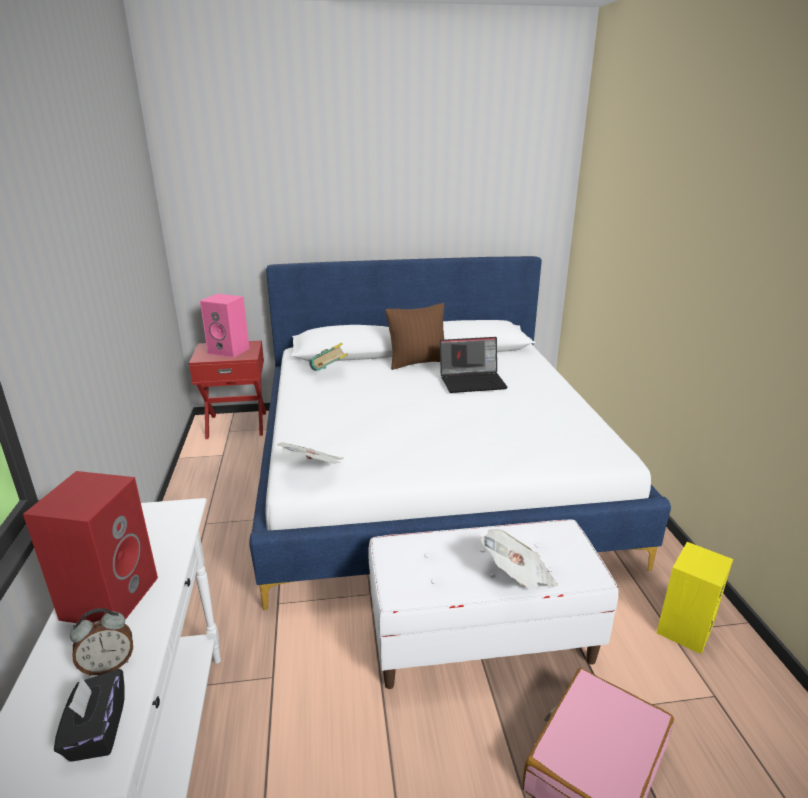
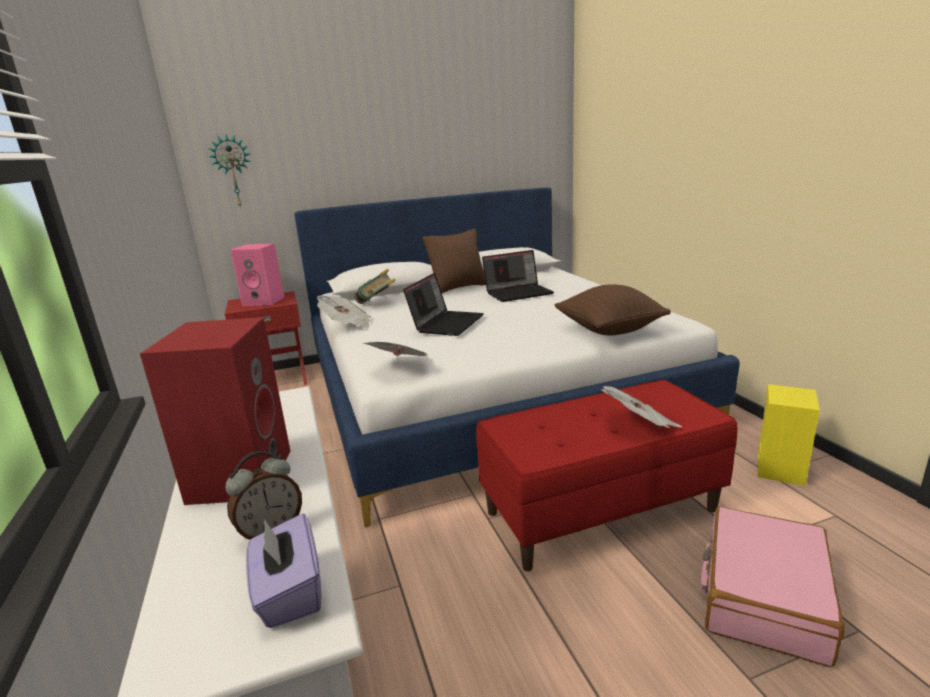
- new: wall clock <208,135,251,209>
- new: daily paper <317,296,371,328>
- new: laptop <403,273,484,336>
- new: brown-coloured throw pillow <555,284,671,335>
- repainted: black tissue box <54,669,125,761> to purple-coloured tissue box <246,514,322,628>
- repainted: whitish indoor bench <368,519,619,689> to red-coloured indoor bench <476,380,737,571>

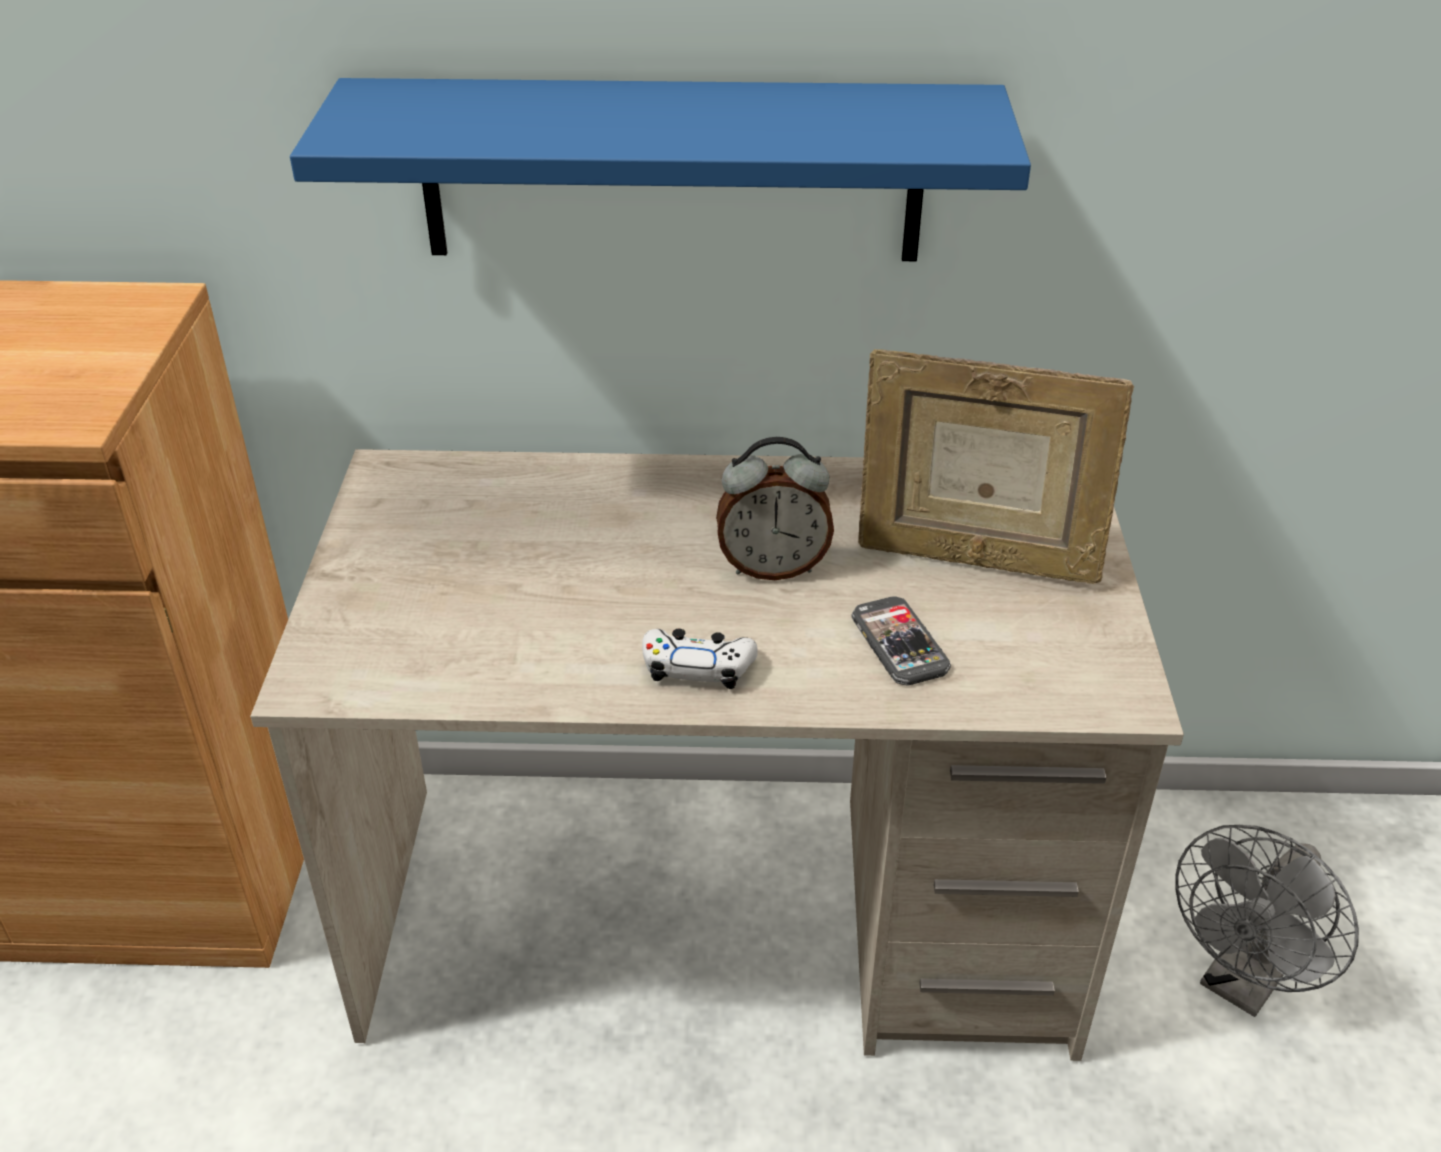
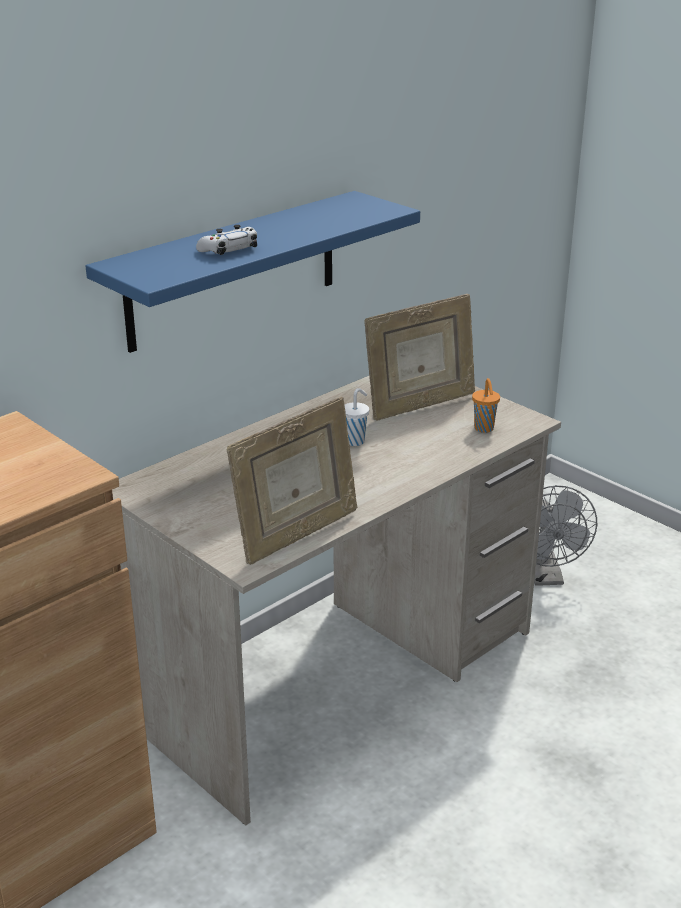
- gone: phone <851,596,951,685>
- new: photo frame <227,396,357,565>
- new: orange-coloured drinking cup <472,378,500,433>
- shifted: whitish joypad <642,629,758,689> to <196,225,257,255>
- swapped: table clock <716,437,834,580> to whitish drinking cup <344,388,369,446>

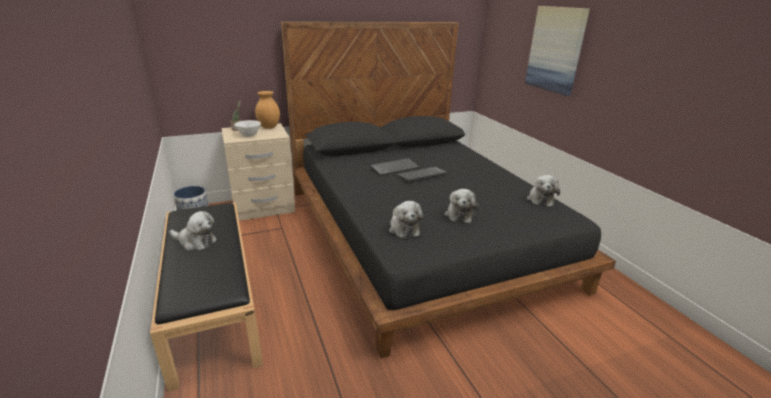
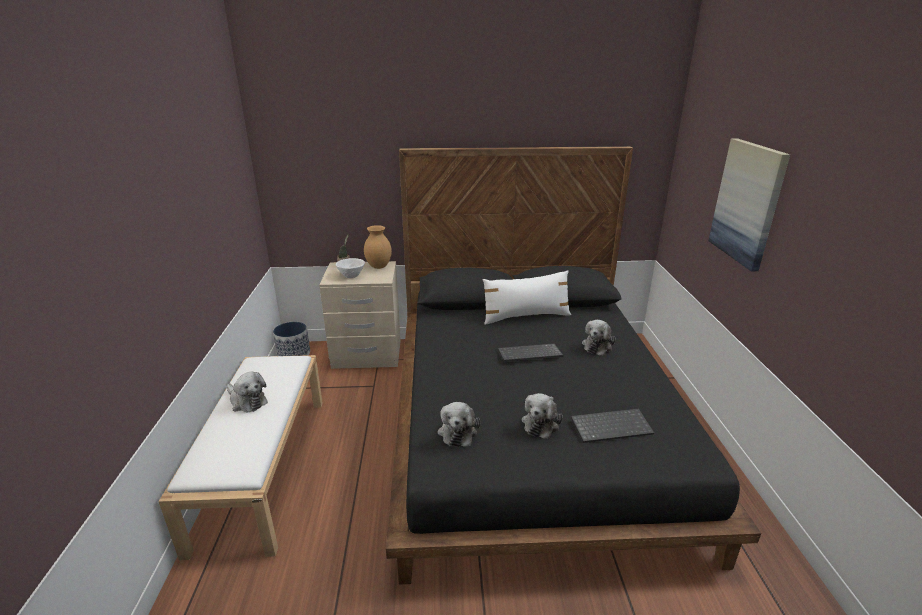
- new: whitish throw pillow <483,270,571,325>
- shifted: computer keyboard <370,158,420,176> to <571,409,654,443>
- shifted: soft toy <527,175,560,207> to <582,320,616,356>
- repainted: black indoor bench <150,203,263,392> to whitish indoor bench <158,355,323,560>

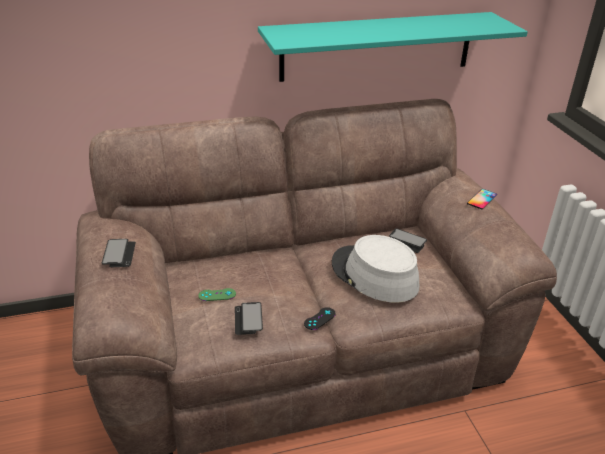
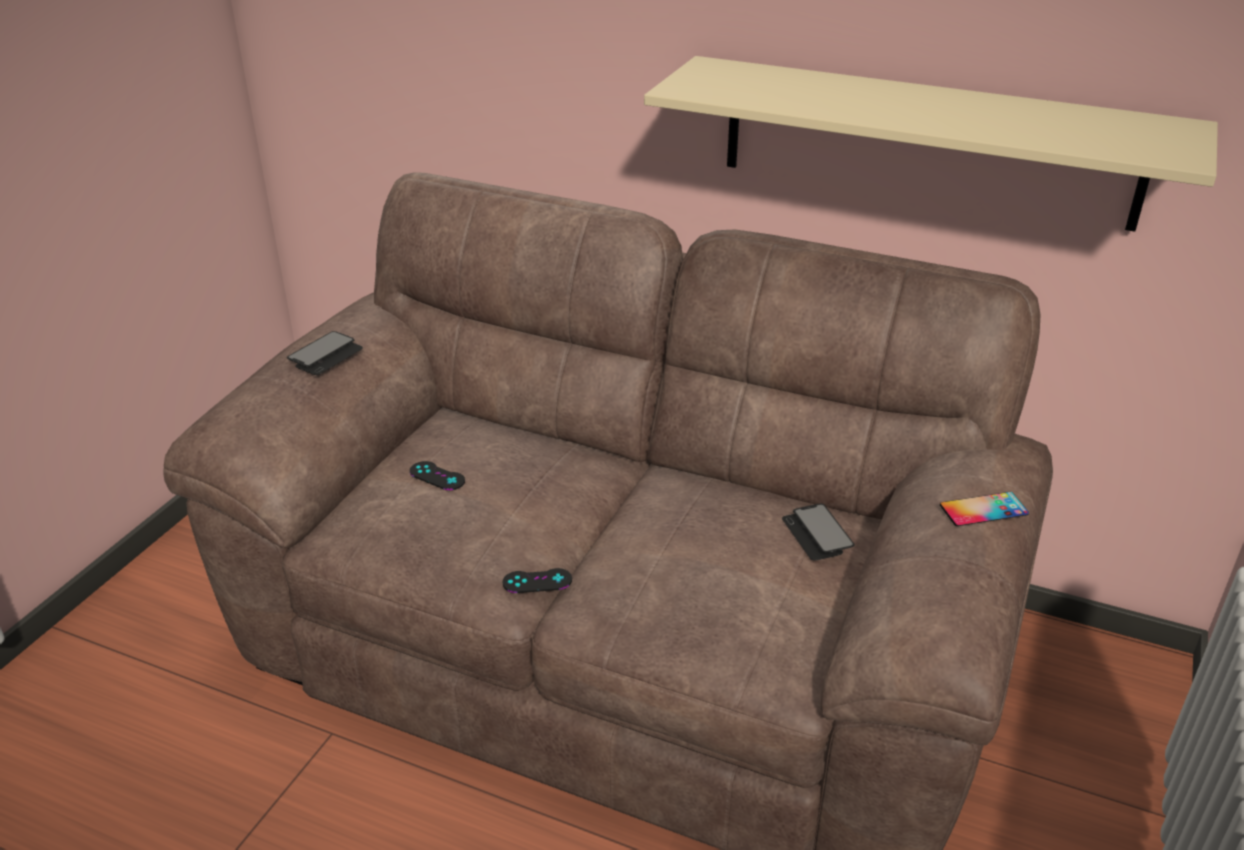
- gone: phone <235,302,263,335>
- gone: greyish wearable hat <332,235,419,303>
- repainted: green joypad <198,288,236,301> to black joypad <410,461,465,490>
- repainted: blue-green shelf <258,12,528,82> to beige-coloured shelf <644,56,1218,232>

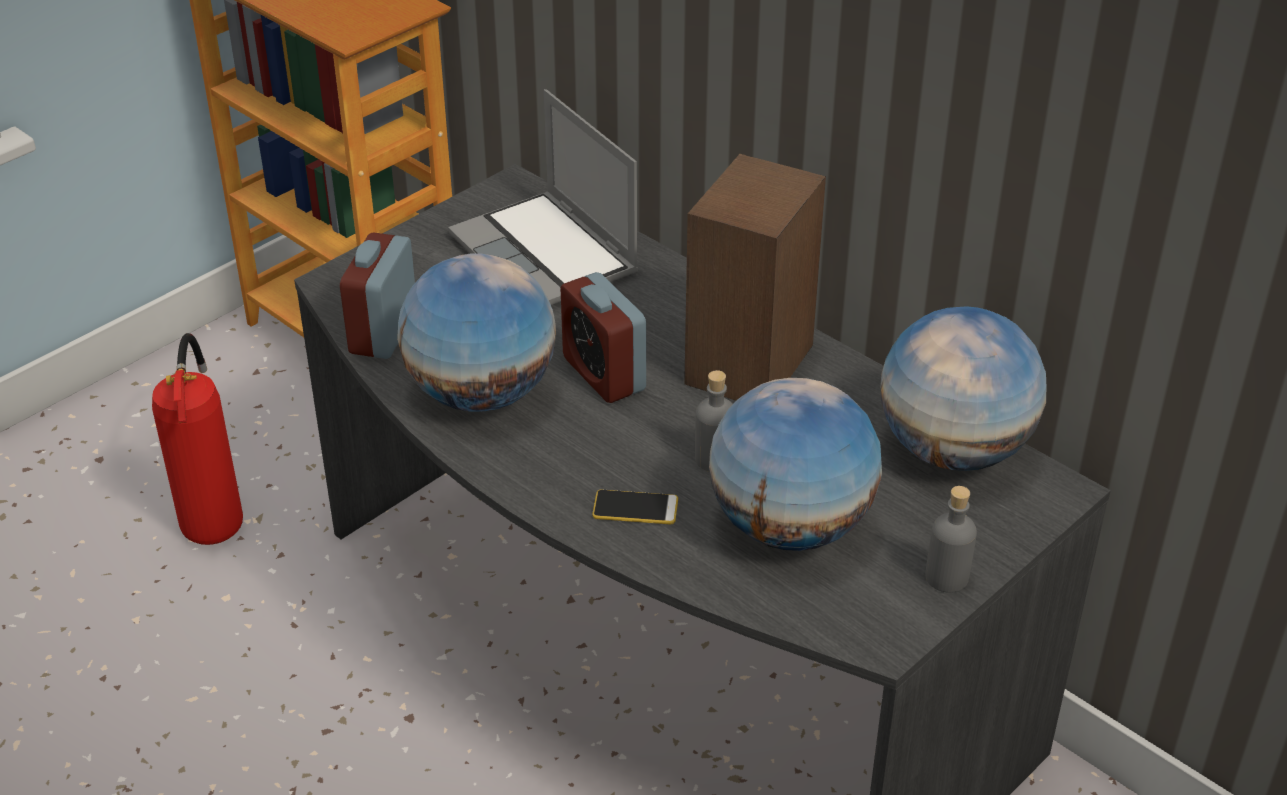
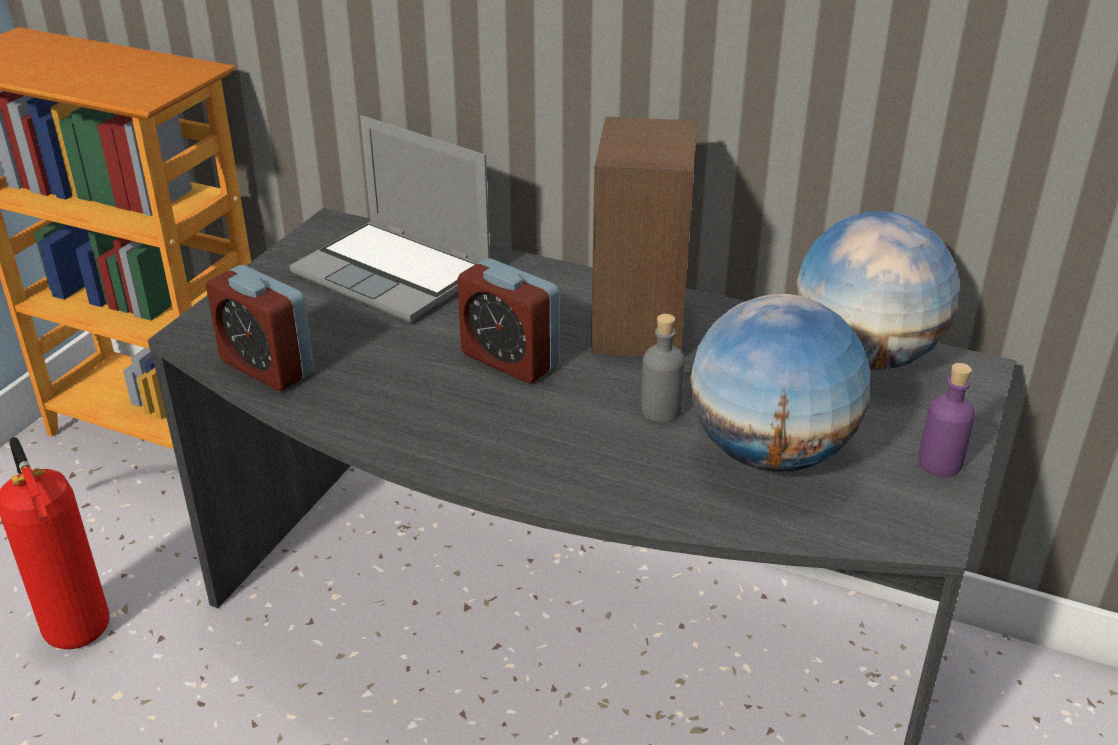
- gone: desk globe <397,254,556,411>
- gone: phone <592,489,678,524>
- repainted: greyish bottle <925,486,977,593> to purple-coloured bottle <918,363,975,477>
- rotated: table clock <340,232,415,359> = <206,265,314,391> 45 degrees counterclockwise

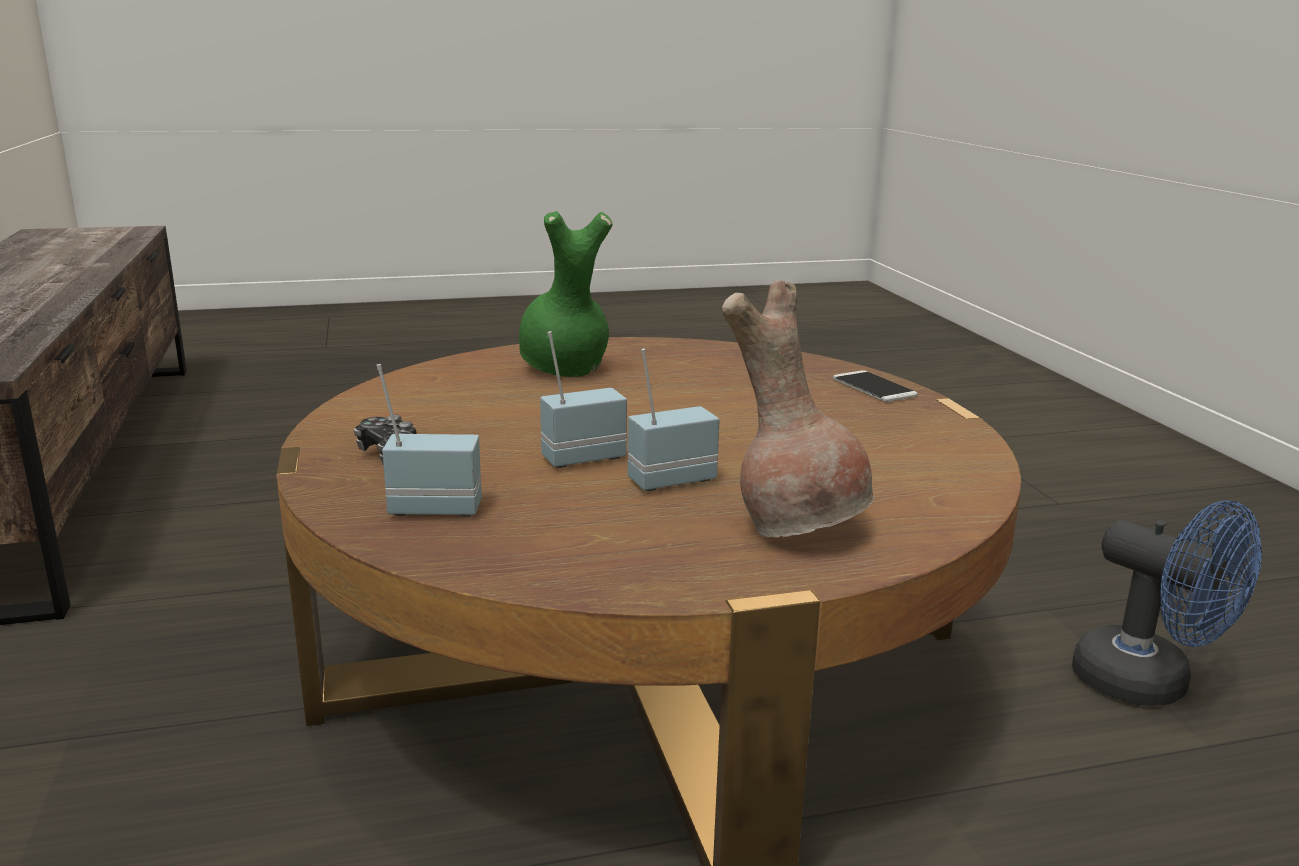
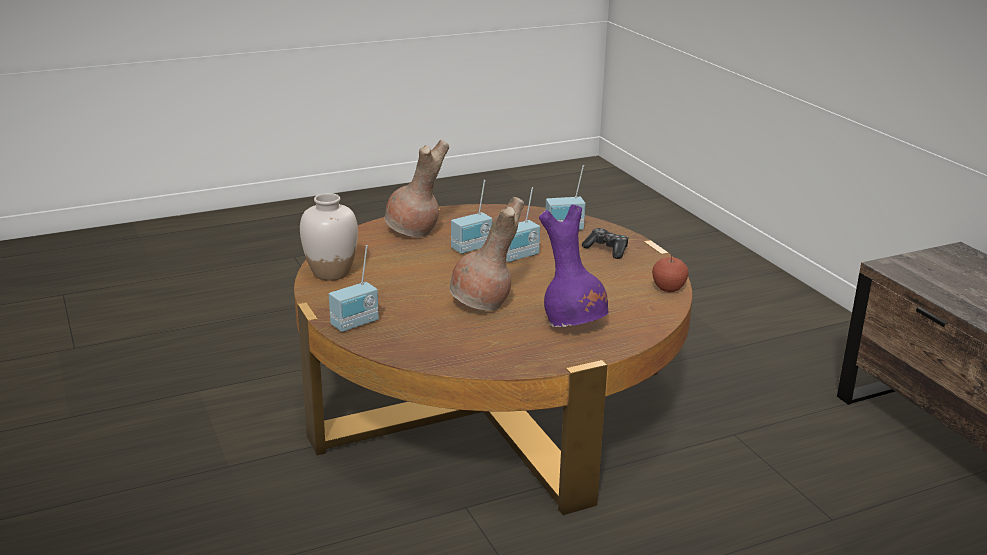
- gone: bluish fan <1072,500,1262,706>
- new: whitish flower vase <300,193,358,281>
- new: brown-coloured flower vase <449,197,524,311>
- new: apple fruit <652,255,689,292>
- swapped: phone <833,370,918,402> to radio <329,245,379,332>
- repainted: green flower vase <519,211,613,377> to purple-coloured flower vase <539,205,609,327>

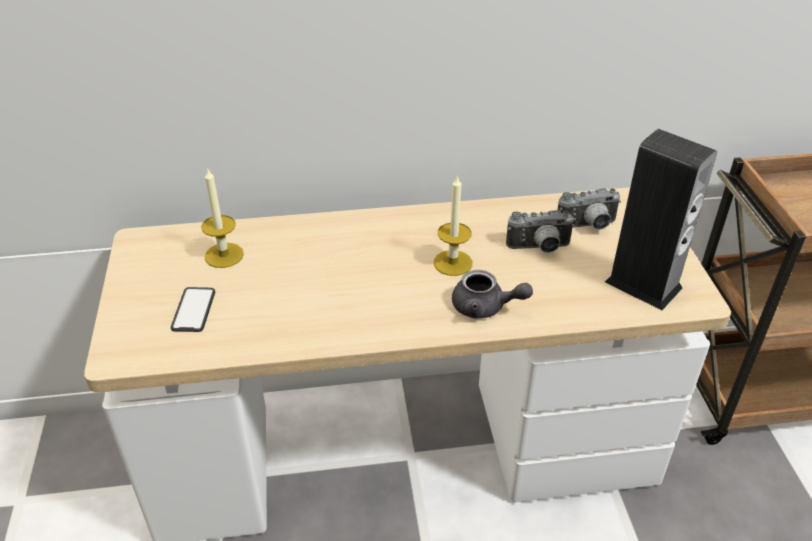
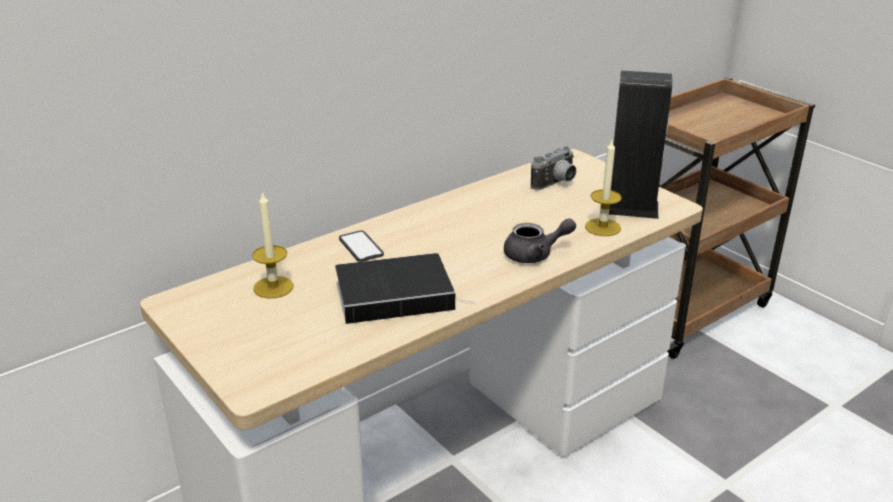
- gone: photo camera <506,210,575,253>
- new: bound book <335,253,475,324>
- shifted: phone <171,287,215,332> to <339,230,384,262>
- shifted: candle <434,175,472,276> to <585,140,622,236>

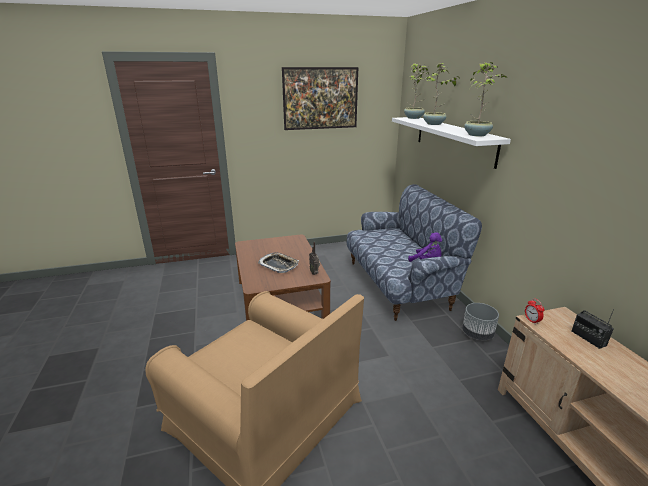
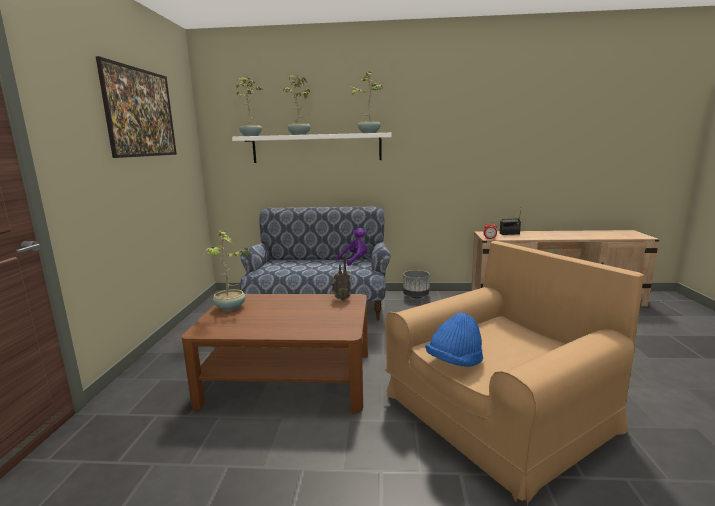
- gone: tray <258,252,299,273>
- new: plant in a pot <203,230,249,311>
- new: bluish wearable hat <425,312,483,367>

